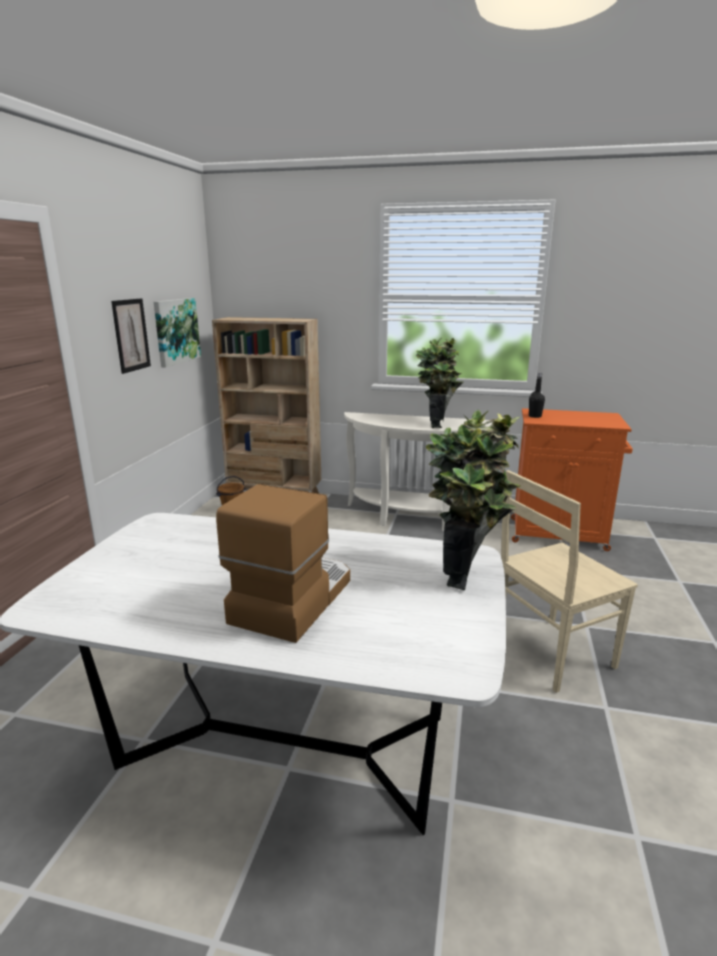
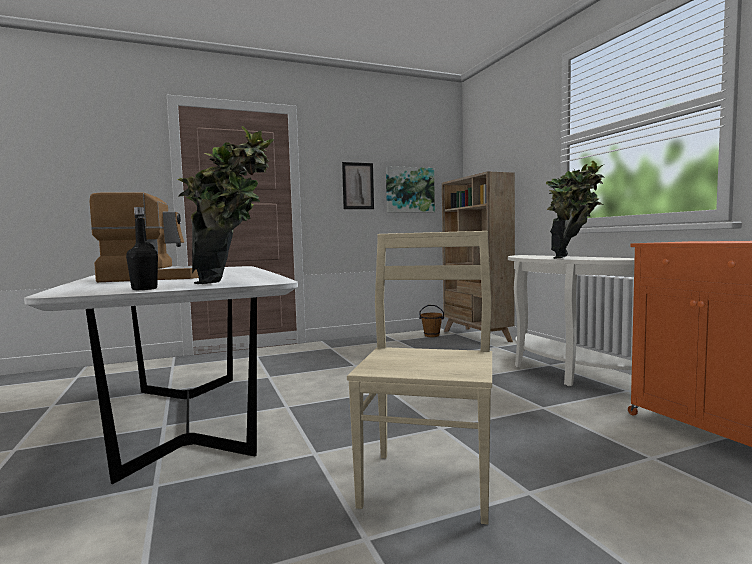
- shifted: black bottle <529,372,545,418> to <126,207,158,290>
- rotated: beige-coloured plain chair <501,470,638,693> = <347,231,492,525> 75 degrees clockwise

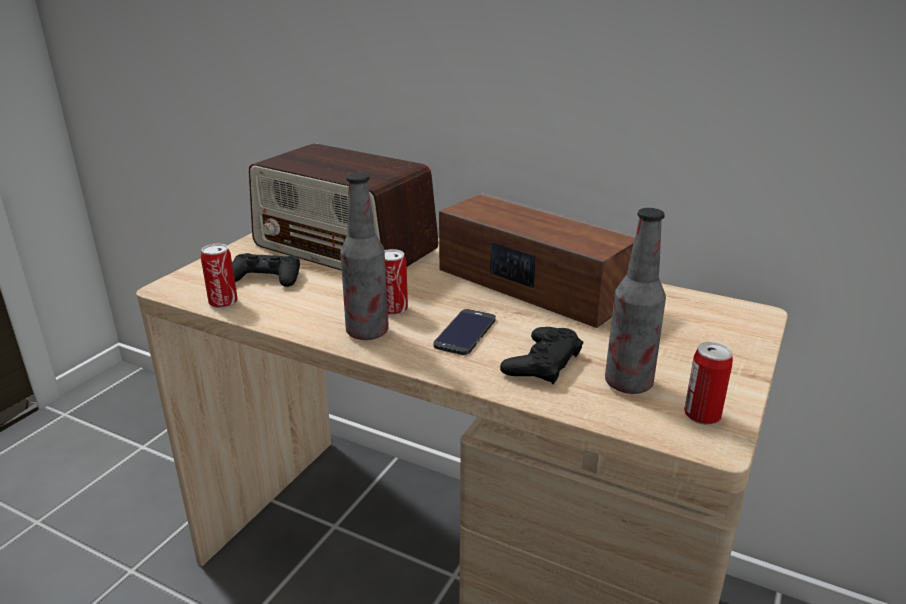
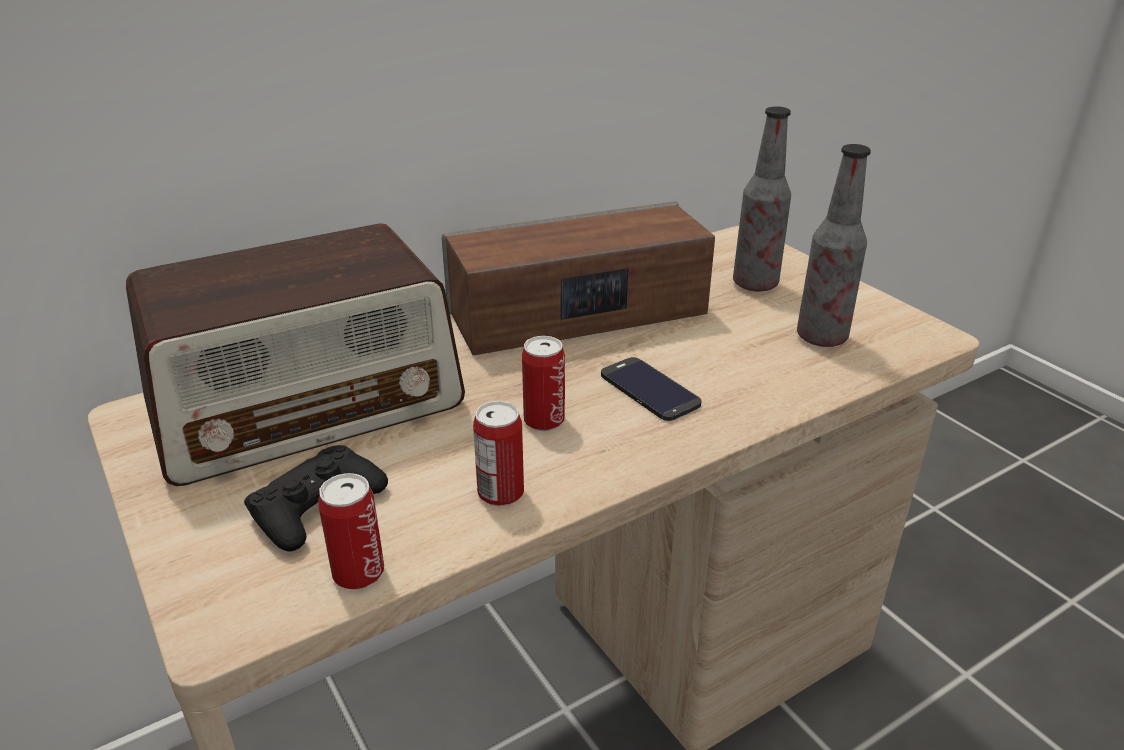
- gone: black joypad <500,327,583,384>
- shifted: bottle <340,172,389,340> to <733,106,791,292>
- shifted: can <684,342,733,425> to <473,401,524,507>

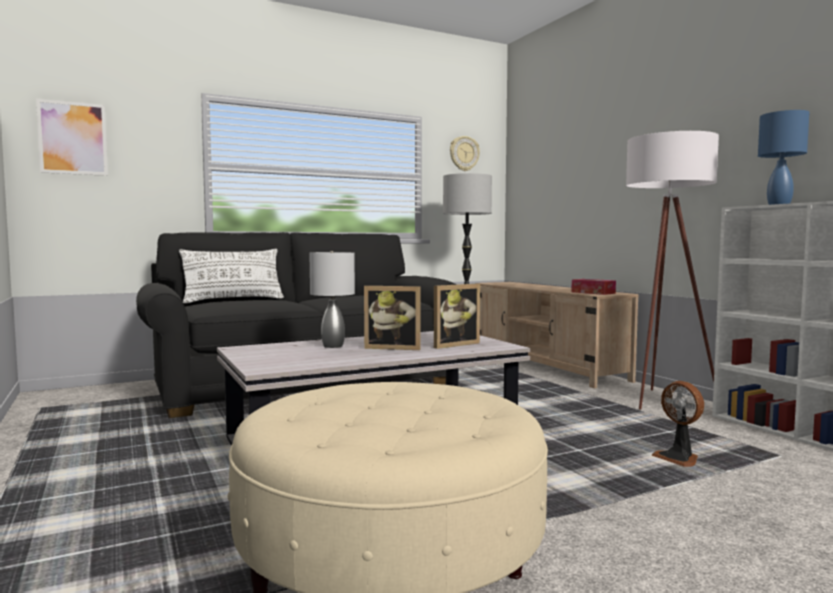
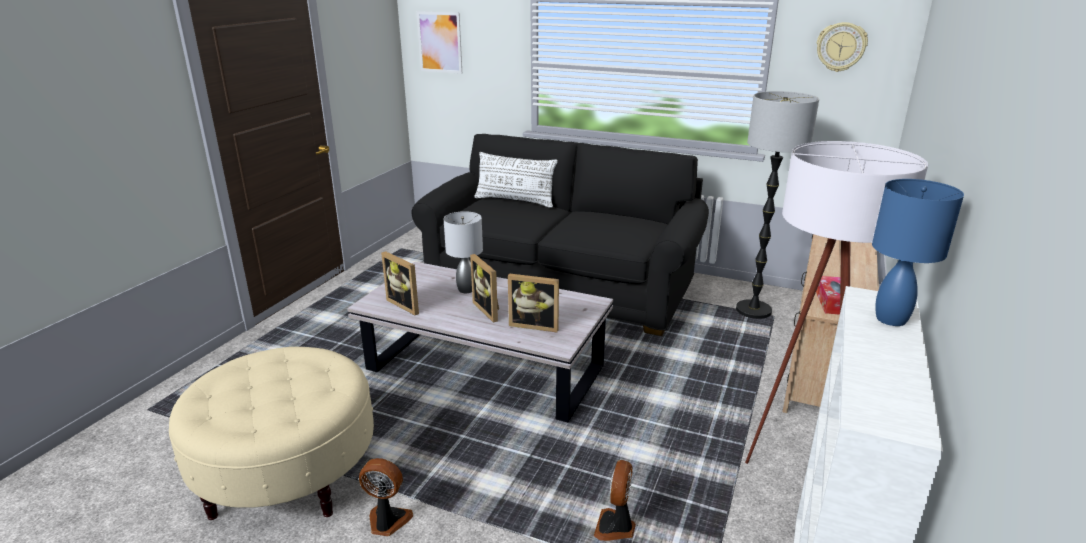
- new: fan <359,458,413,536>
- new: photo frame <381,251,419,315>

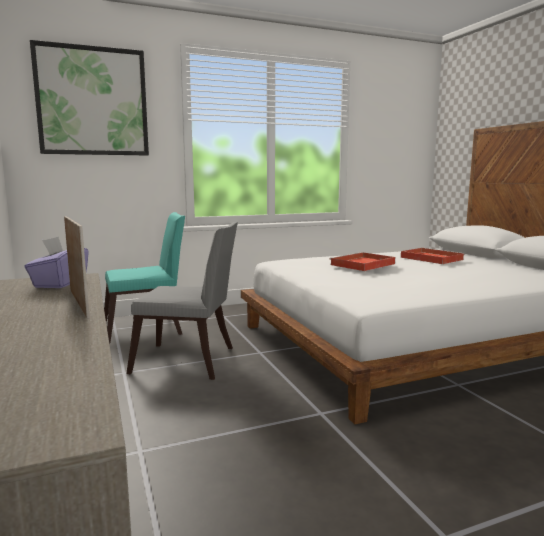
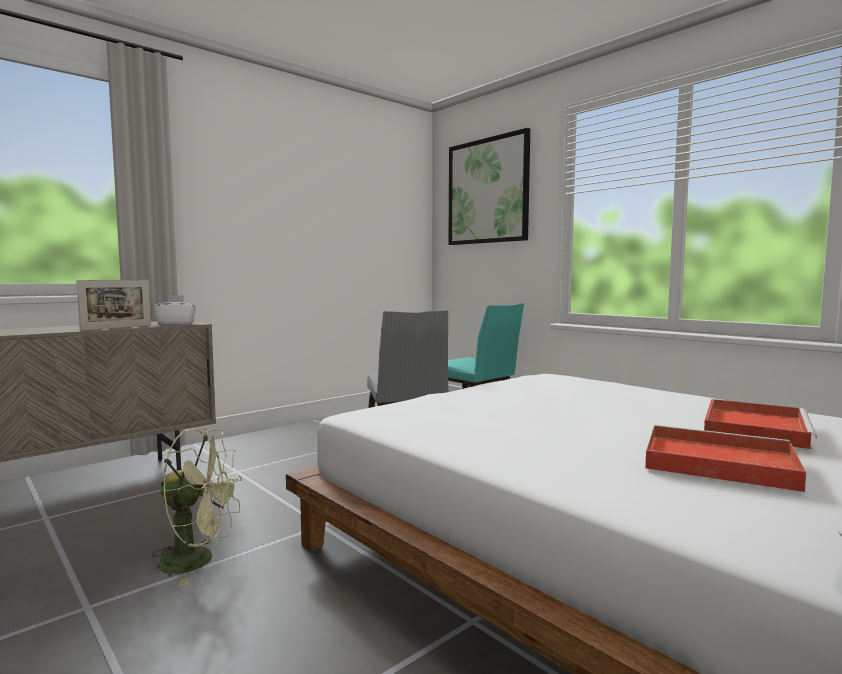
- new: green fan <152,428,242,586>
- shifted: red-coloured tray <330,252,395,271> to <645,425,807,492>
- repainted: purple-coloured tissue box <24,237,89,288> to whitish tissue box <153,295,196,325>

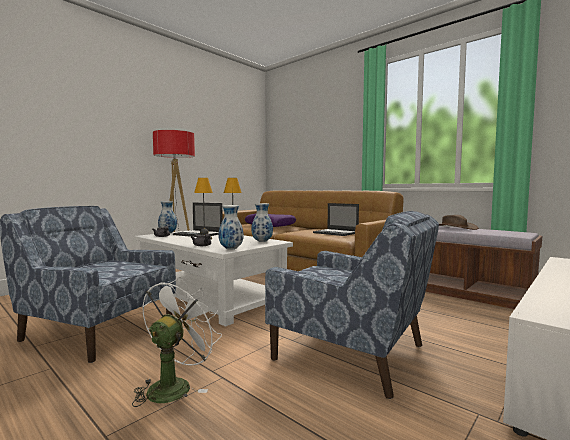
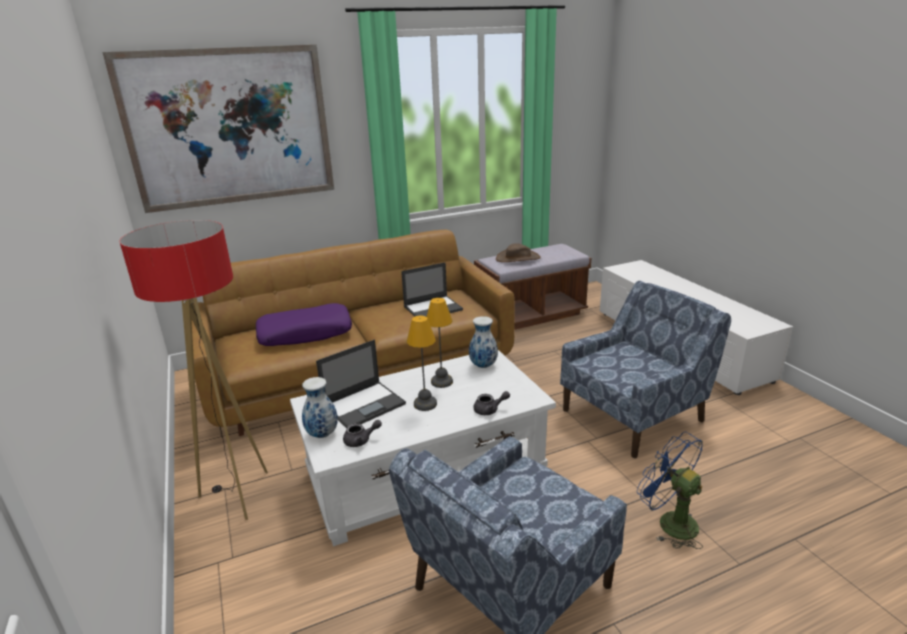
- gone: flower vase <219,205,244,250>
- new: wall art <102,45,334,213>
- repainted: whitish fan <132,277,222,407> to bluish fan <637,432,703,549>

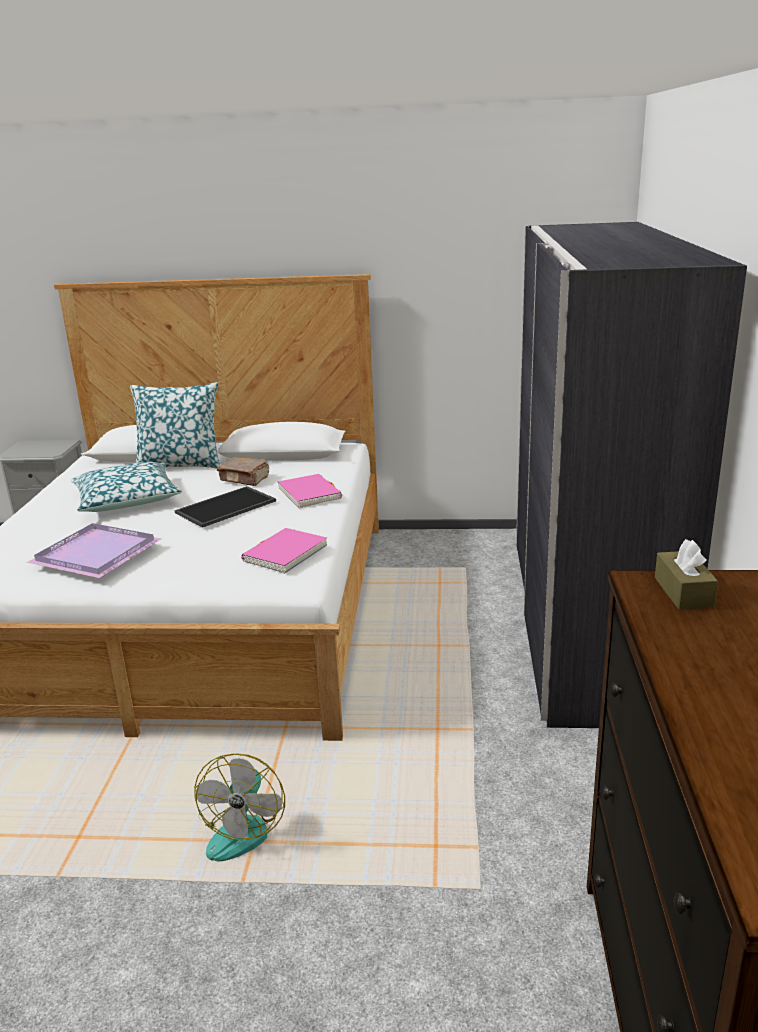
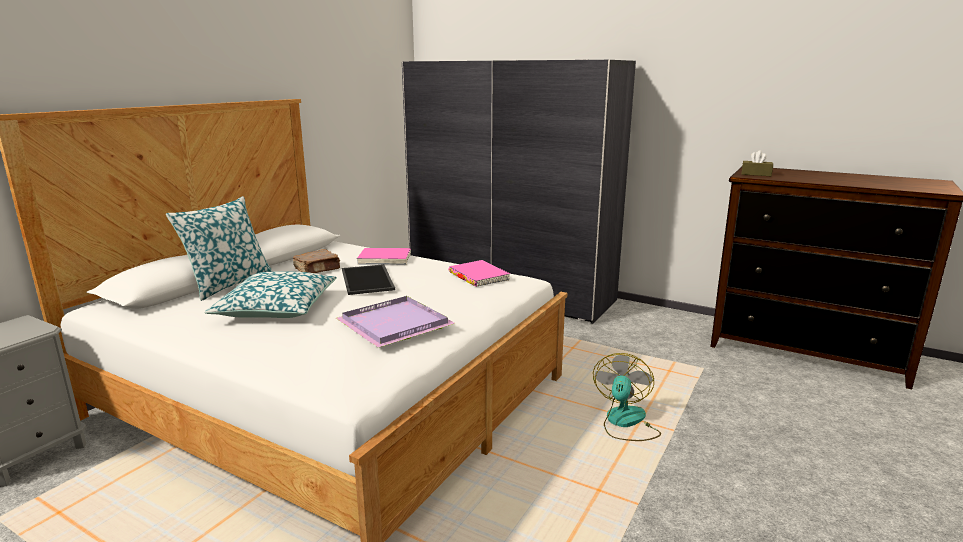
- rotated: fan <194,754,285,861> = <593,353,661,441> 105 degrees counterclockwise

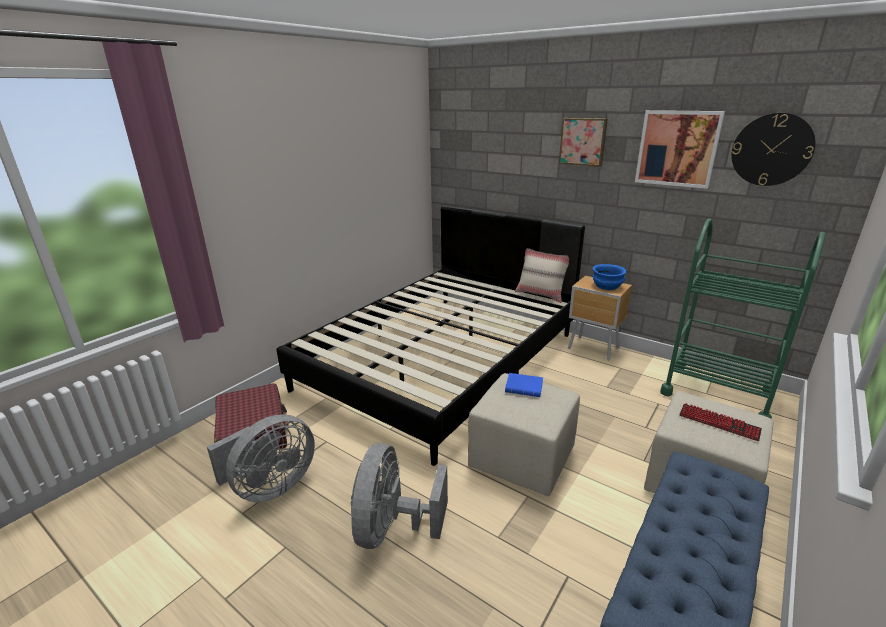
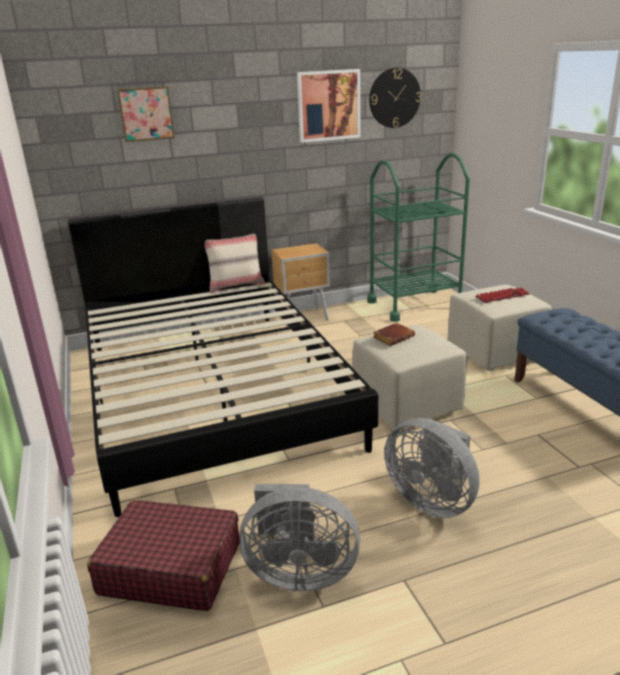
- gone: bluish bowl <592,264,626,290>
- shifted: wall art <559,118,608,167> to <117,86,175,142>
- repainted: bluish bound book <505,373,543,397> to brown-coloured bound book <373,323,415,346>
- rotated: greyish fan <207,414,315,502> = <239,484,360,591> 105 degrees clockwise

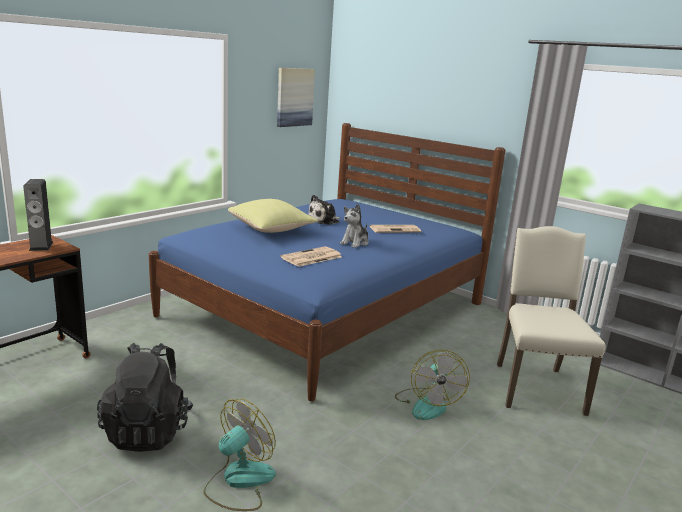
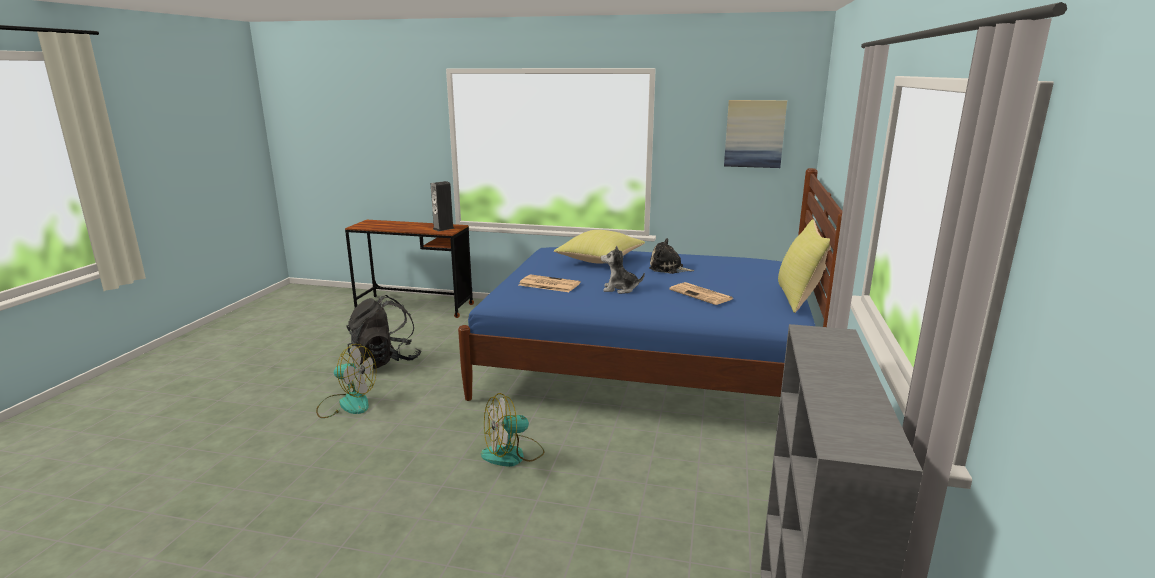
- gone: beige-coloured plain chair <497,226,605,416>
- new: yellow throw pillow <778,219,831,313>

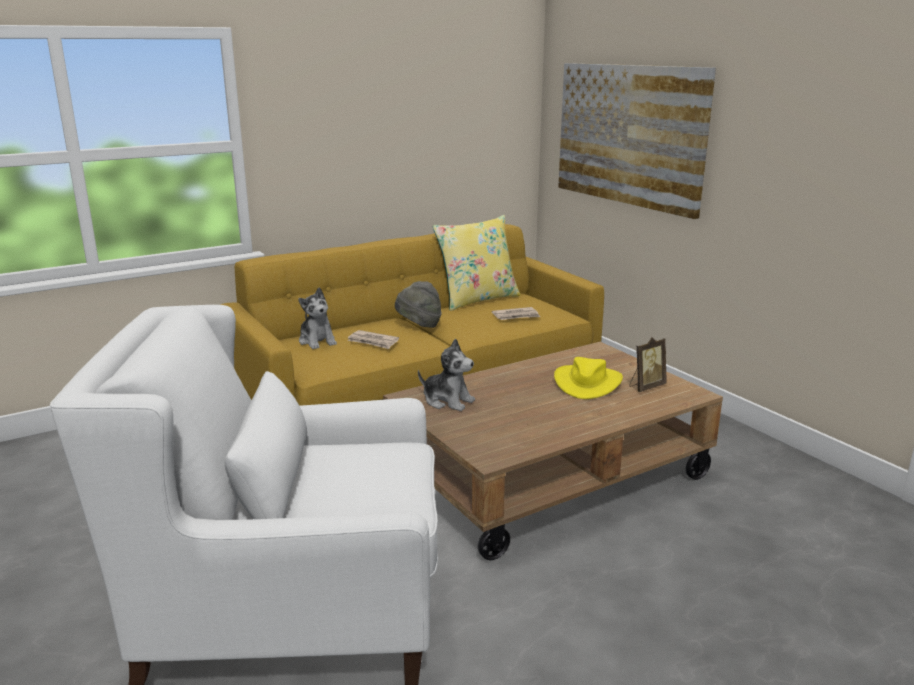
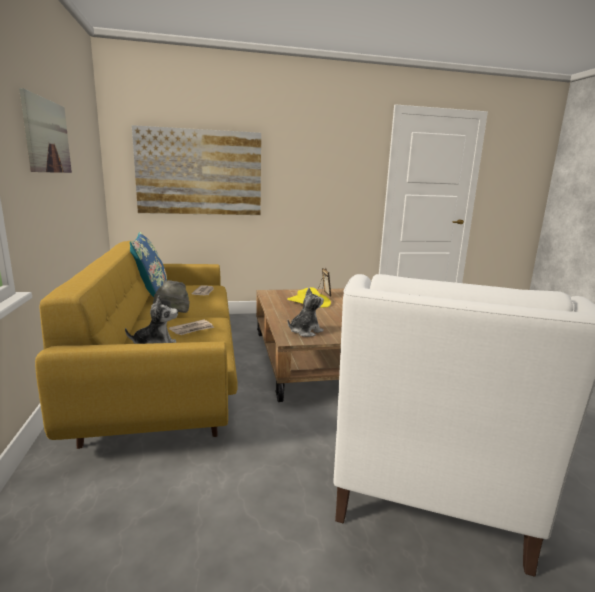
- new: wall art <19,88,72,173>
- repainted: yellow throw pillow <433,215,521,311> to bluish throw pillow <130,232,167,297>

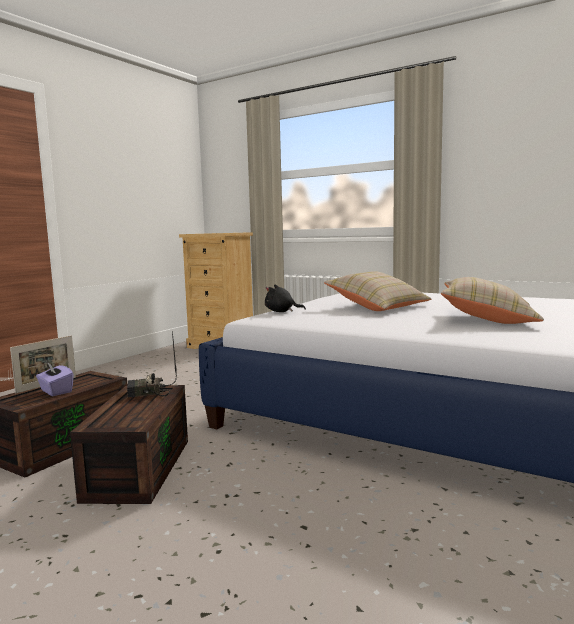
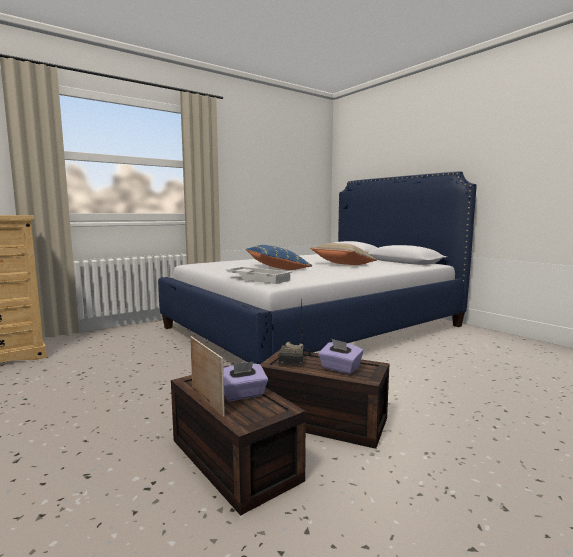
- new: purple-coloured tissue box <318,339,363,374>
- swapped: black soft toy <265,284,306,312> to whitish tray <225,267,292,284>
- repainted: beige-coloured throw pillow <324,271,431,311> to bluish throw pillow <245,245,312,270>

